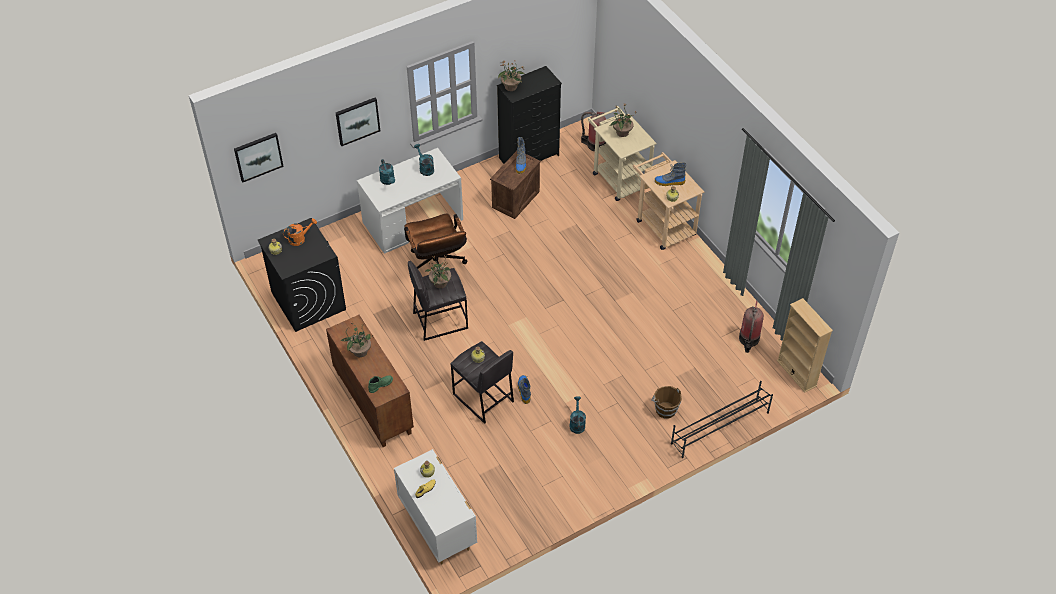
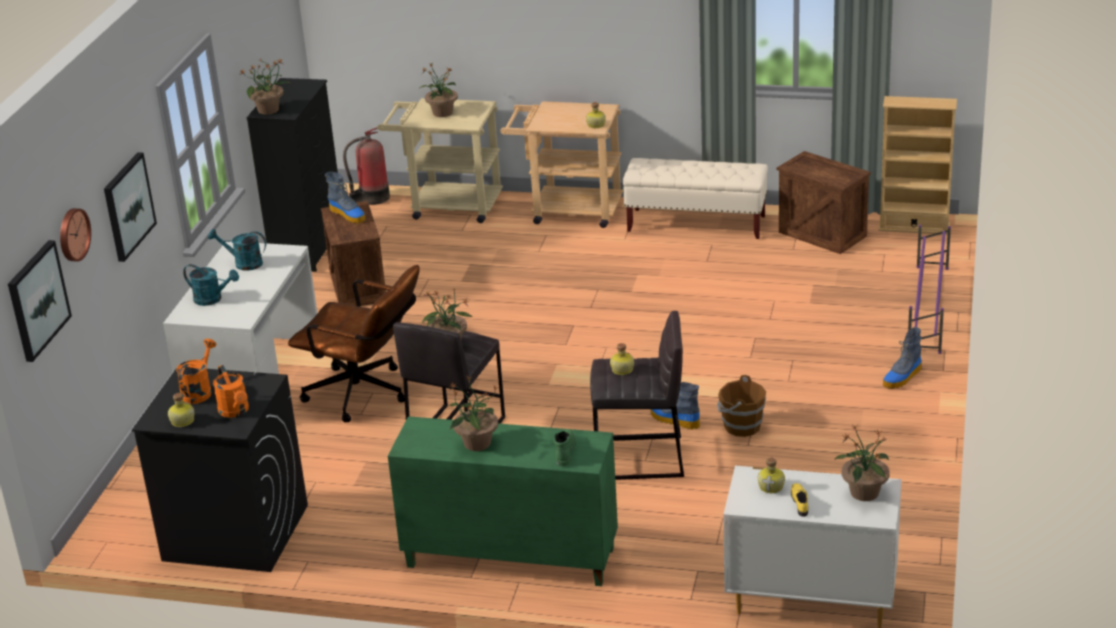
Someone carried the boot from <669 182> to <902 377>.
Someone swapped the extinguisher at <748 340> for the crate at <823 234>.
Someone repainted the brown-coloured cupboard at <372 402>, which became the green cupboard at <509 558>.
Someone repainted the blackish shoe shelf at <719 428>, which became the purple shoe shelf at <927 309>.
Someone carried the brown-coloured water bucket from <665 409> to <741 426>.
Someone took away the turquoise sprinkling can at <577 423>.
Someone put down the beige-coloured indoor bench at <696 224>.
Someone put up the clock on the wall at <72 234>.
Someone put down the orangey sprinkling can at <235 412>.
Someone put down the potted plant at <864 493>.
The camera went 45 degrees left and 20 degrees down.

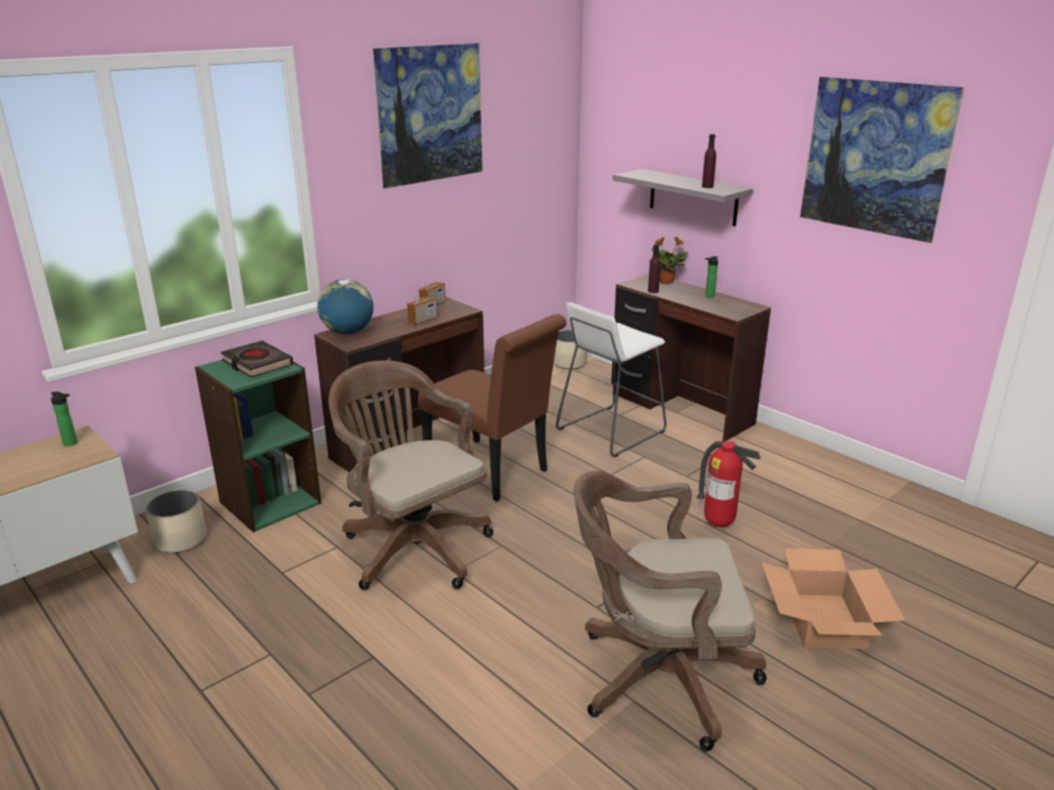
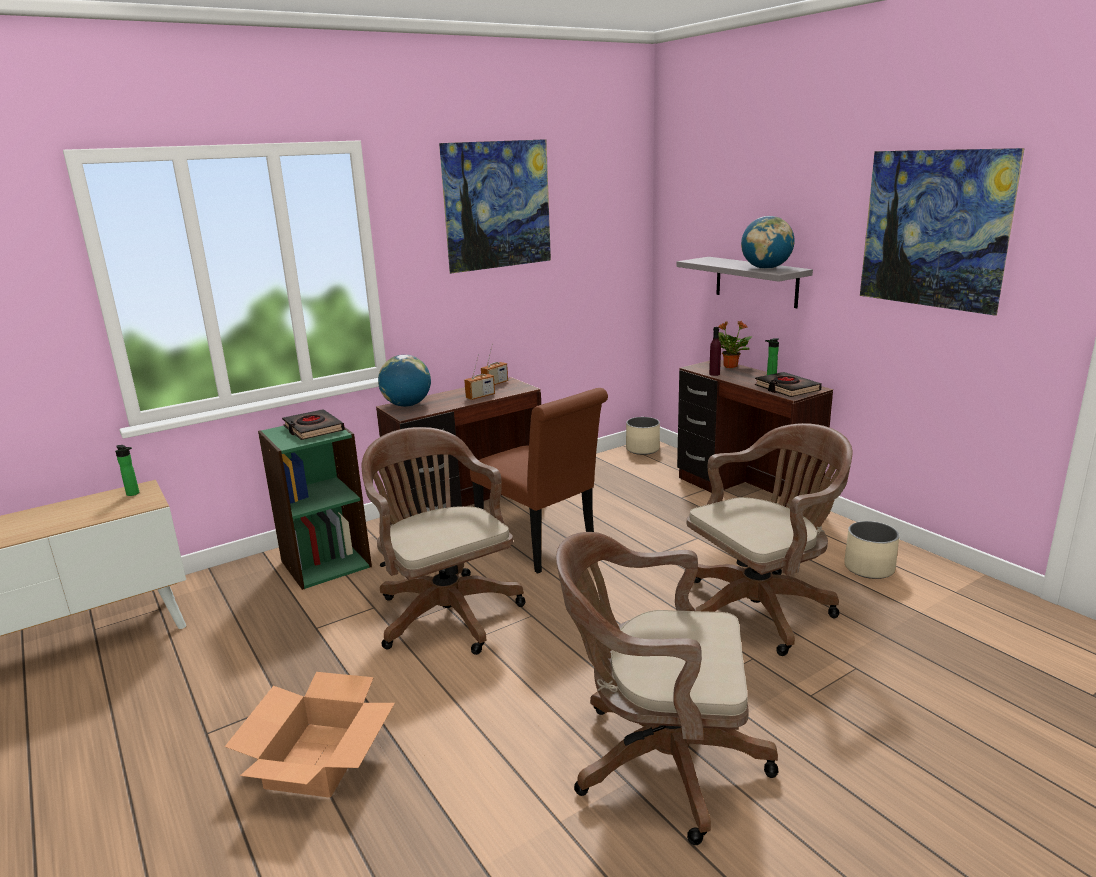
Someone swapped the purple bottle at <707 186> for the desk globe at <766 268>.
Someone took away the white-coloured sitting stool at <610 431>.
Someone swapped the extinguisher at <719 524> for the brown-coloured office chair at <762 607>.
Someone carried the beige-coloured plant pot from <180 540> to <869 568>.
Someone carried the carton from <824 620> to <319 759>.
Someone put down the blackish volume at <786 388>.
The camera went 10 degrees right and 5 degrees down.

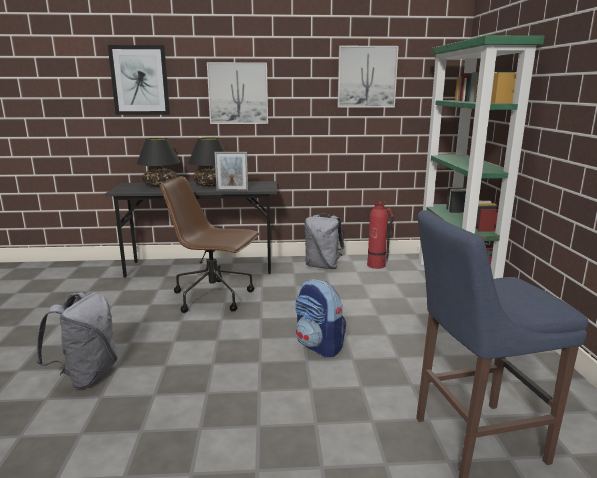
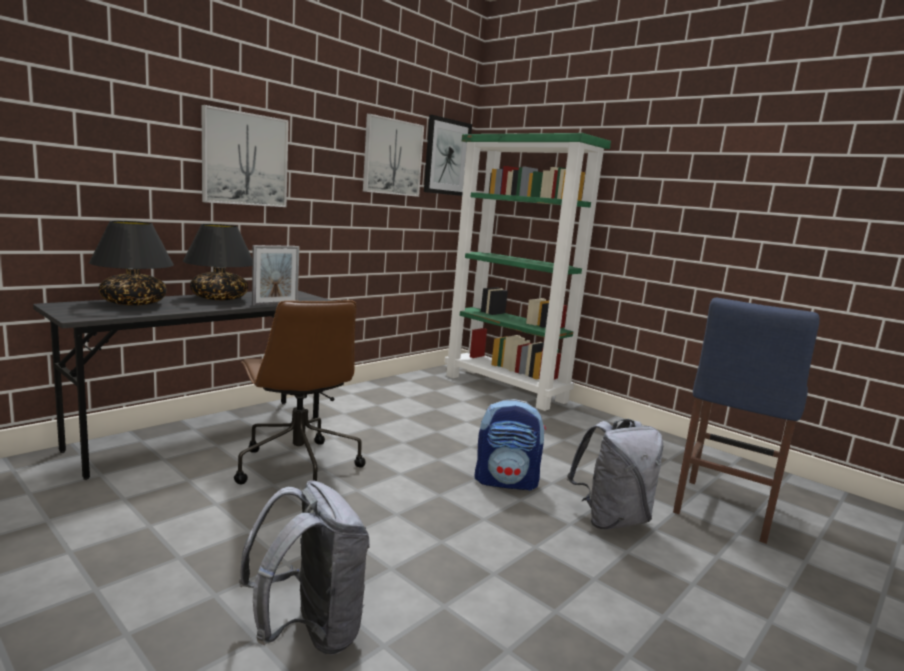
Someone carried the picture from <140 80> to <447 157>.
Someone rotated the brown-coloured office chair at <214 297> by 90 degrees counterclockwise.
Someone took away the extinguisher at <376 265>.
Someone carried the grey rucksack from <323 266> to <611 519>.
The camera went 45 degrees left and 5 degrees down.

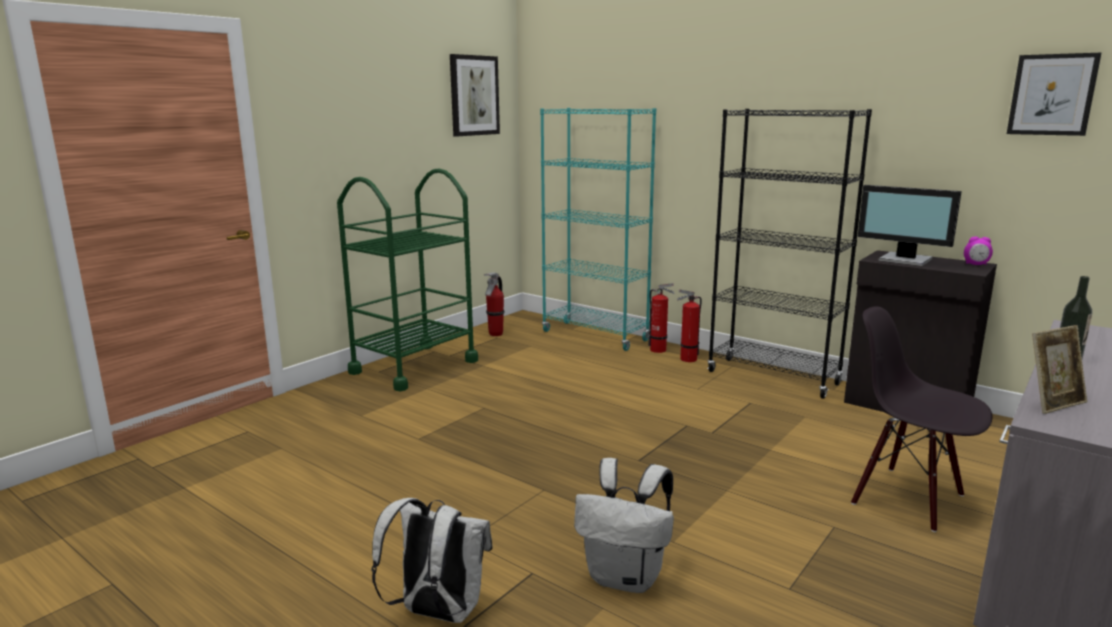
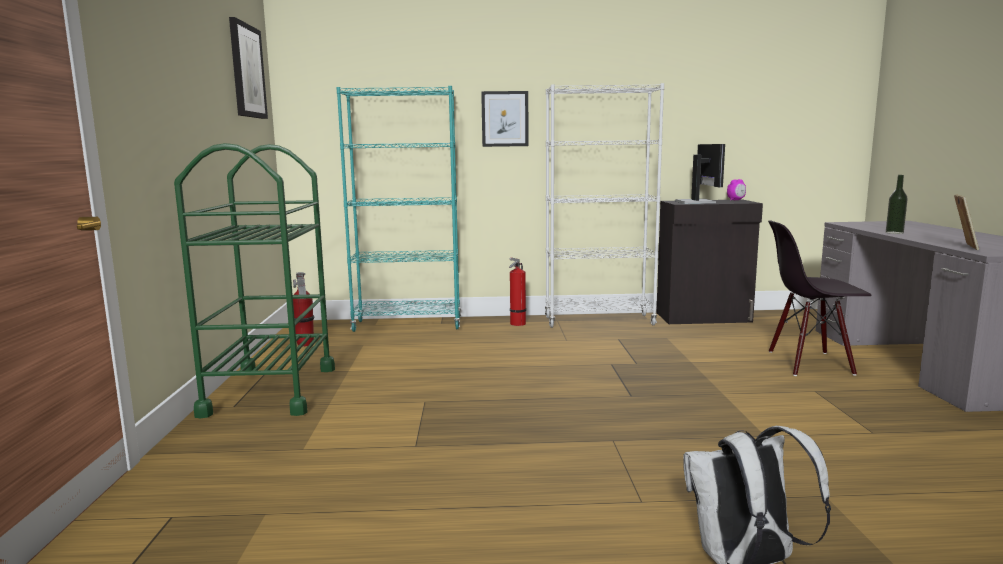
Someone carried the picture from <1052 95> to <505 119>.
Someone repainted the blackish bookshelf at <773 378>, which became the white-coloured bookshelf at <599 321>.
Someone rotated the computer display at <905 260> by 90 degrees counterclockwise.
Someone took away the extinguisher at <660 350>.
Someone took away the white-coloured rucksack at <626 577>.
The camera went 40 degrees left and 5 degrees down.

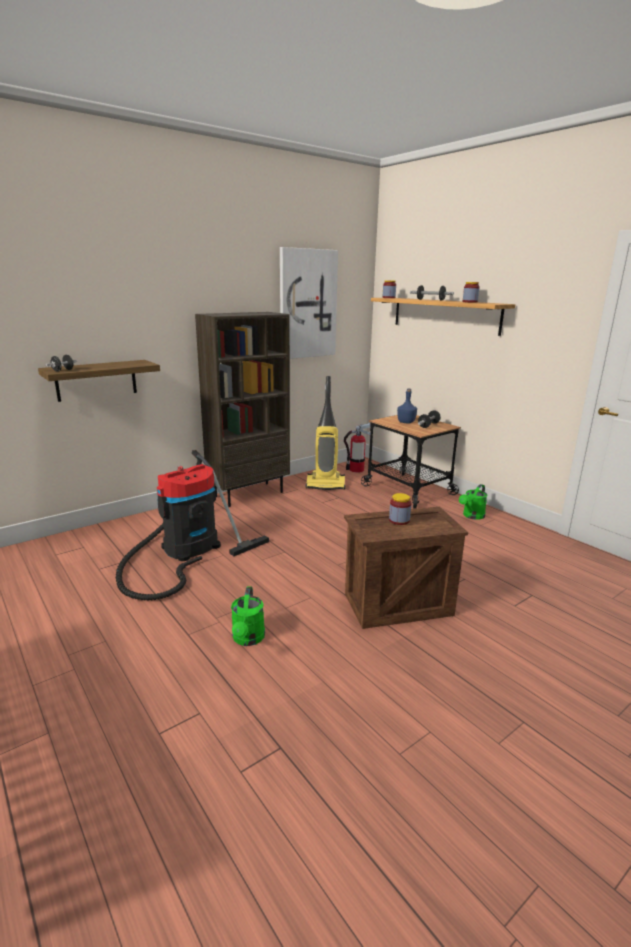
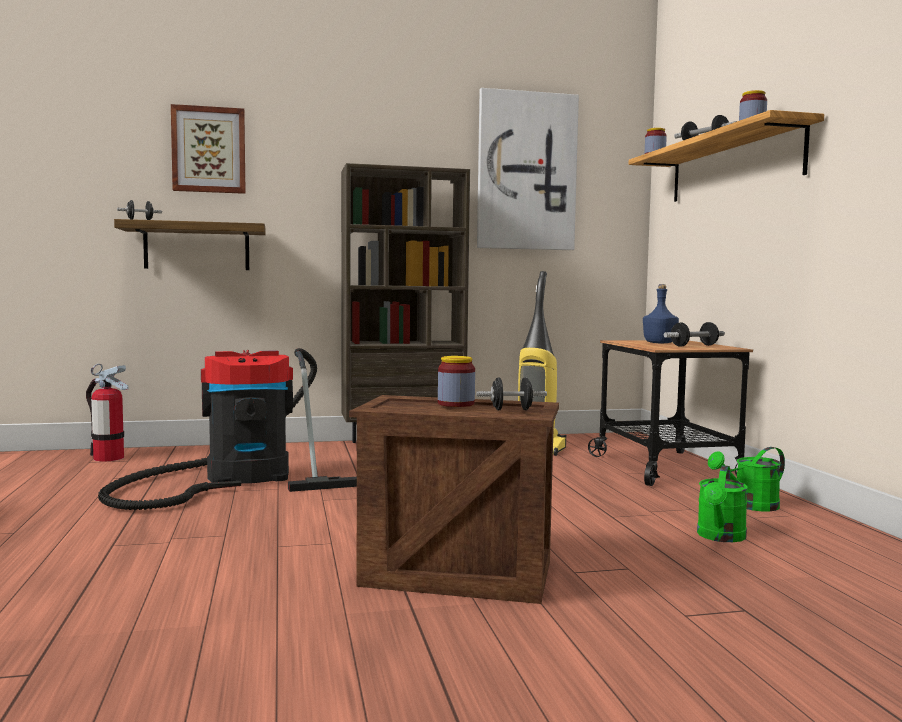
Someone carried the extinguisher from <356 470> to <108 458>.
Someone carried the green sprinkling can from <248 639> to <720 537>.
Someone put up the picture at <209 150>.
Someone put down the blackish free weight at <511 410>.
The camera went 25 degrees right and 15 degrees down.

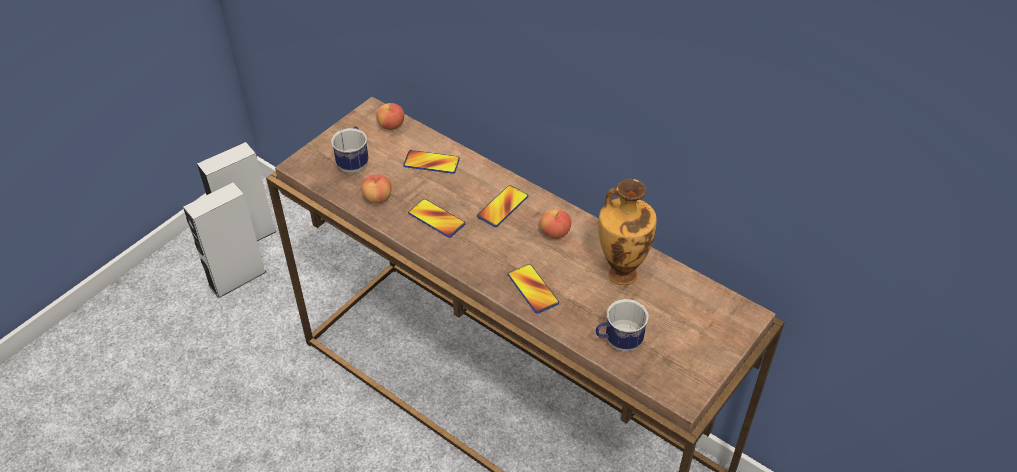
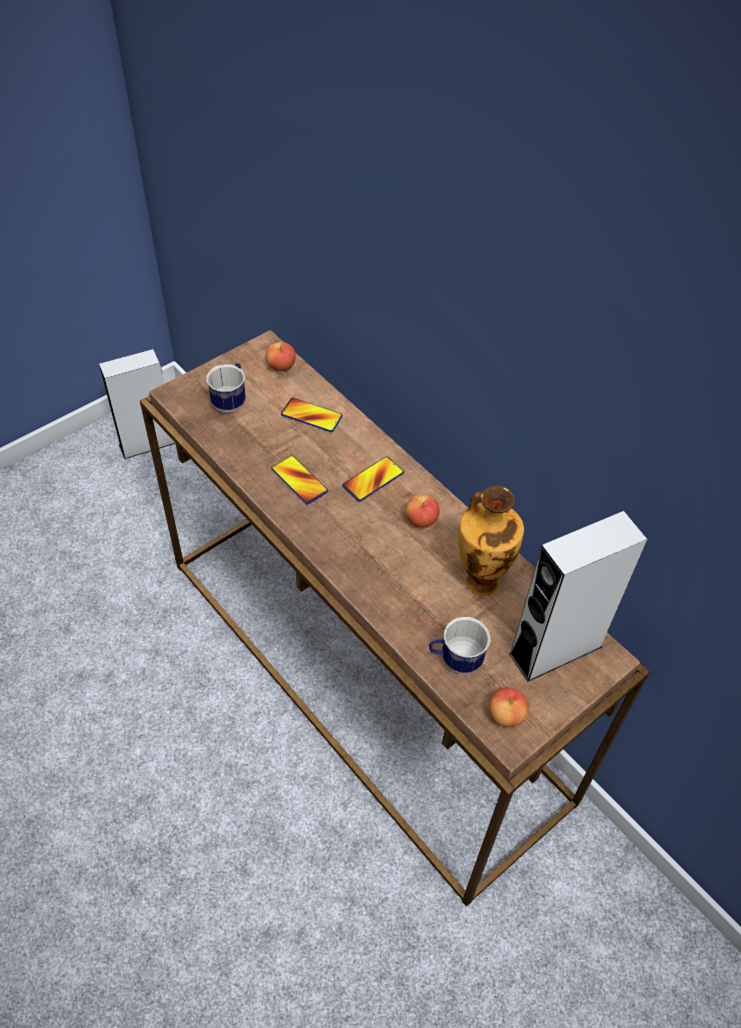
Someone carried the apple fruit from <377 198> to <506 715>.
Someone carried the grey audio speaker from <237 278> to <555 650>.
Someone took away the telephone at <533 289>.
The camera went 10 degrees right and 5 degrees up.

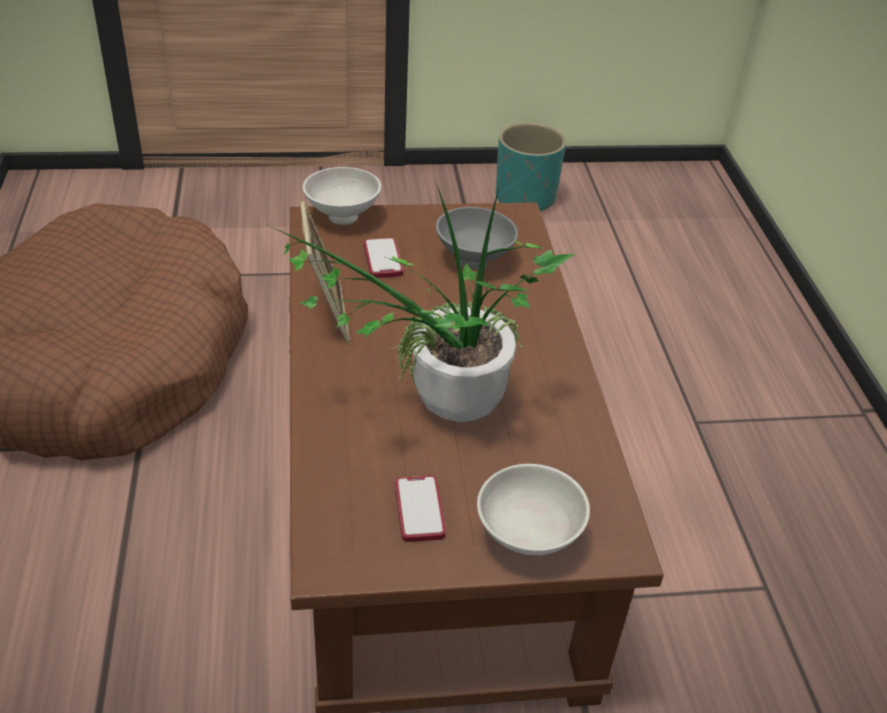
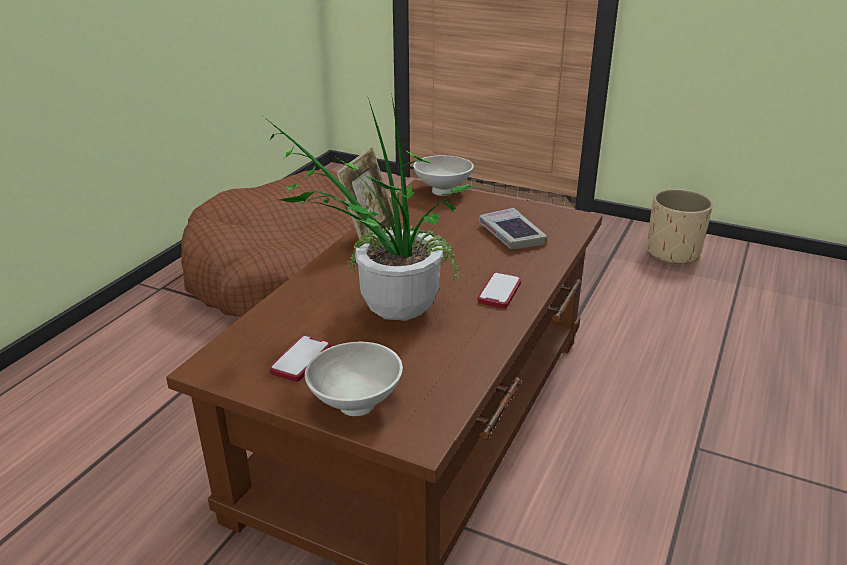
Someone repainted the turquoise plant pot at <525 198>, which became the beige-coloured plant pot at <673 253>.
Someone swapped the grey deep dish at <474 259> for the volume at <511 234>.
Someone carried the telephone from <383 259> to <499 292>.
The camera went 35 degrees right and 10 degrees down.

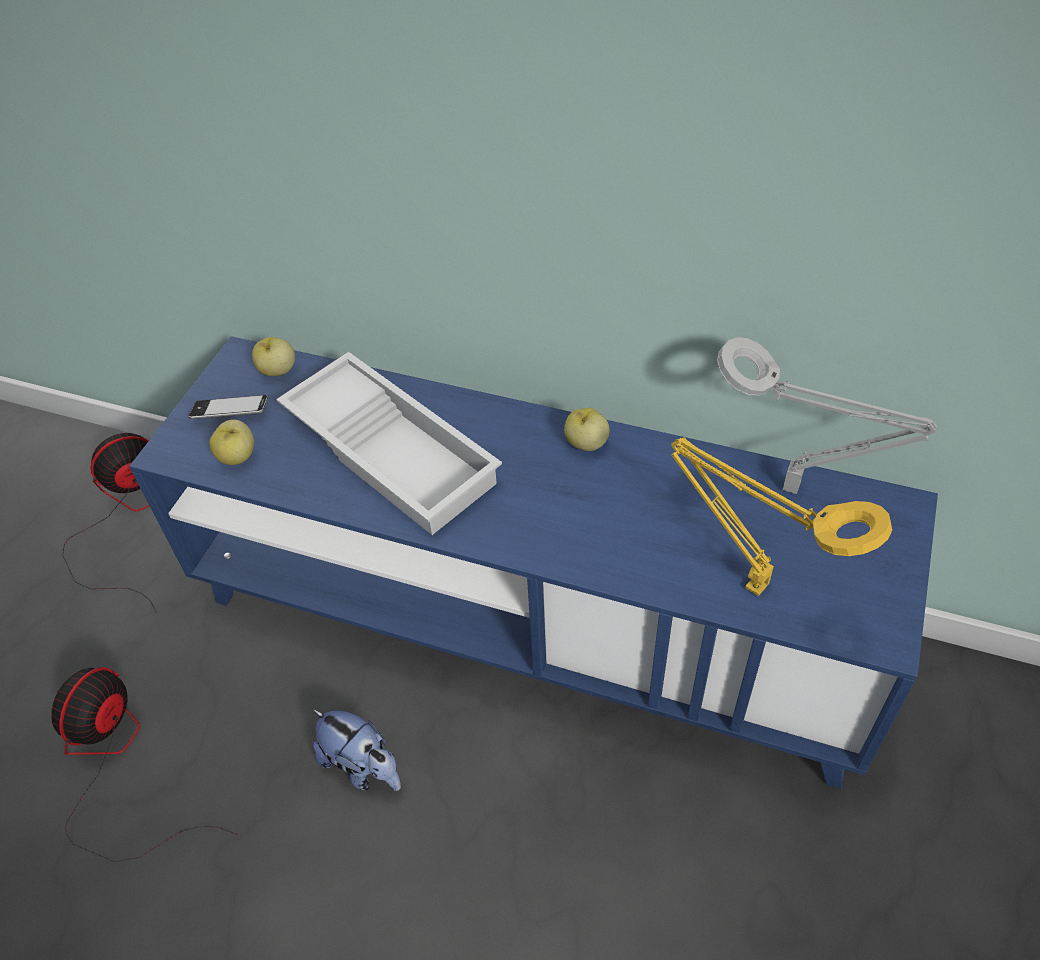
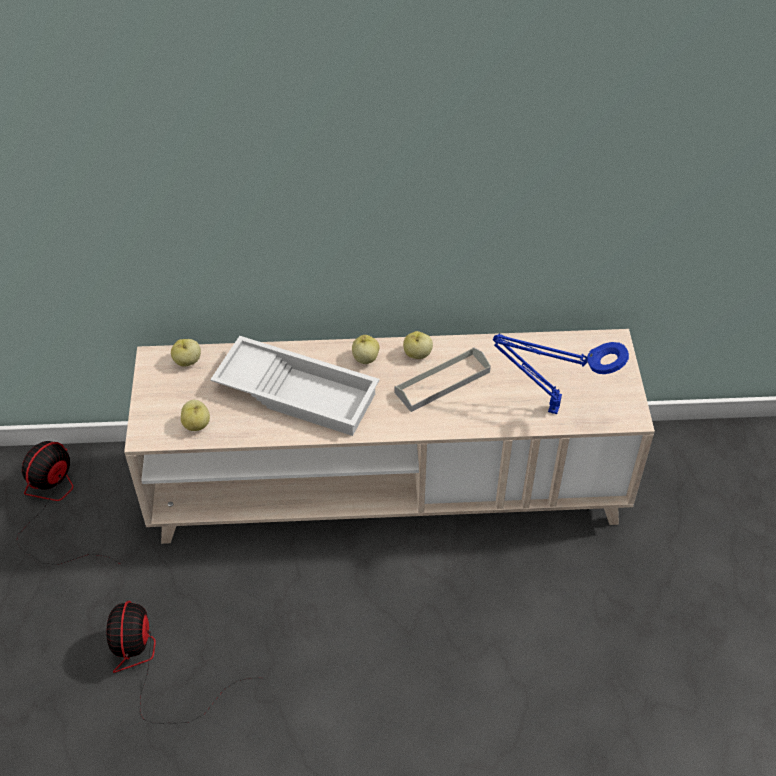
Someone repainted the bluish media console at <529 621>, which became the beige-coloured media console at <388 488>.
Someone took away the grey lamp for a table at <798 489>.
Someone took away the telephone at <230 412>.
Someone repainted the yellow-coloured lamp for a table at <750 583>, which became the bluish lamp for a table at <549 408>.
Someone took away the cuddly toy at <363 766>.
Someone put down the apple fruit at <365 358>.
Someone put down the grey serving tray at <442 382>.
The camera went 25 degrees left and 0 degrees up.

